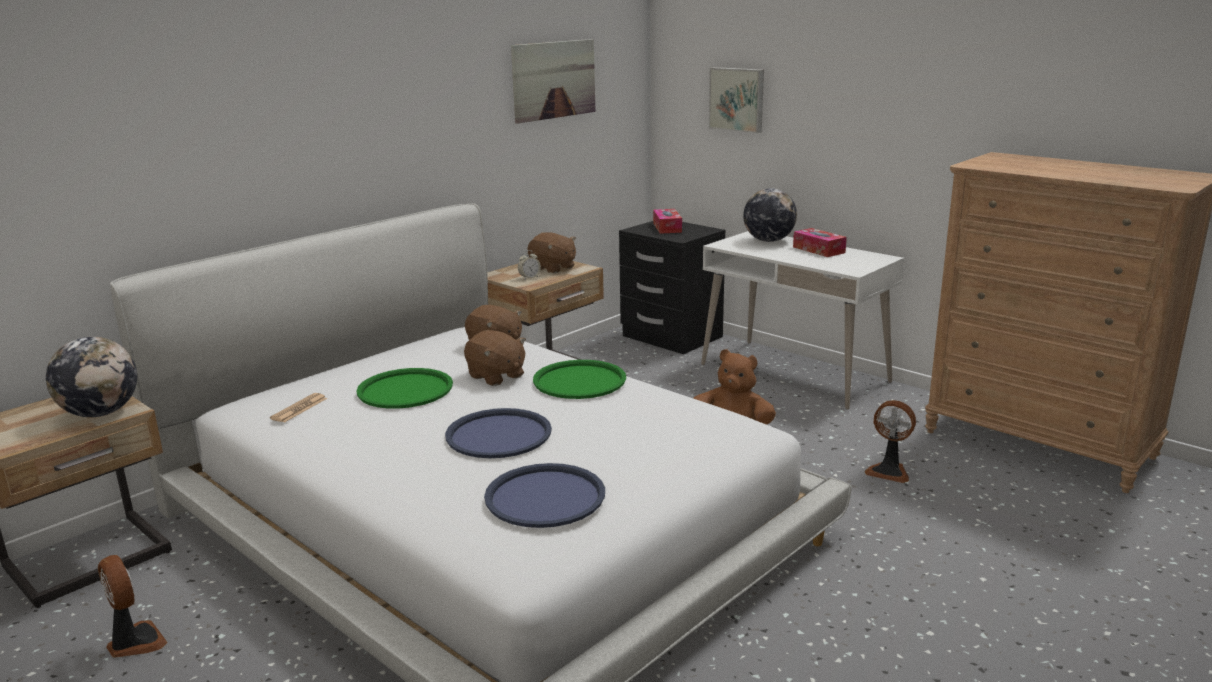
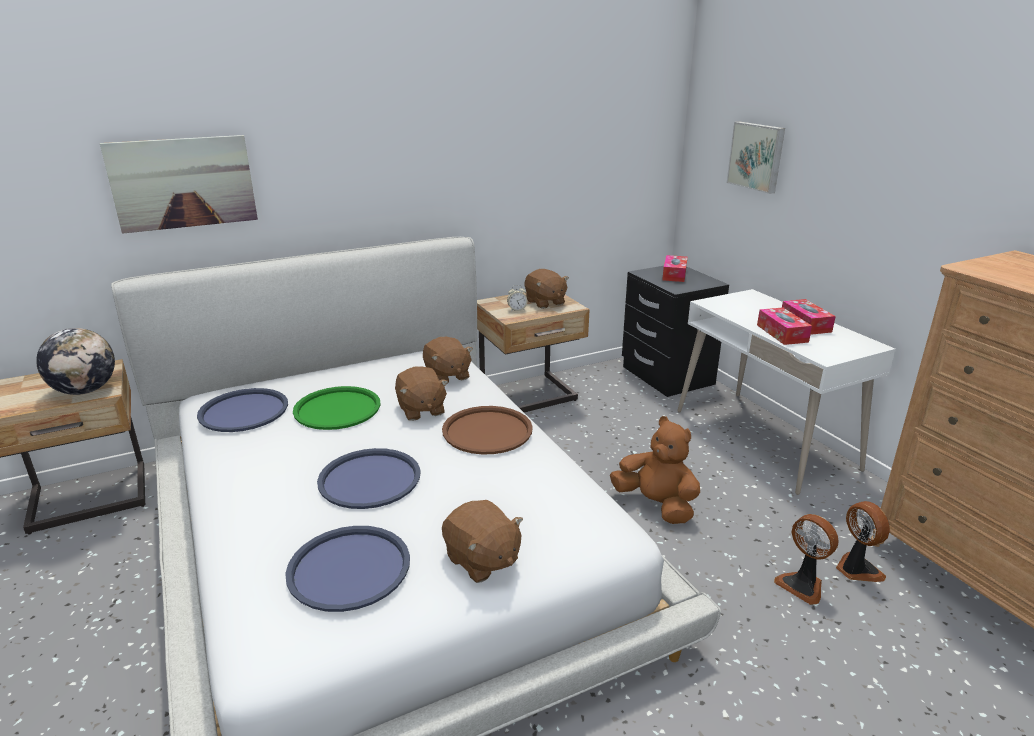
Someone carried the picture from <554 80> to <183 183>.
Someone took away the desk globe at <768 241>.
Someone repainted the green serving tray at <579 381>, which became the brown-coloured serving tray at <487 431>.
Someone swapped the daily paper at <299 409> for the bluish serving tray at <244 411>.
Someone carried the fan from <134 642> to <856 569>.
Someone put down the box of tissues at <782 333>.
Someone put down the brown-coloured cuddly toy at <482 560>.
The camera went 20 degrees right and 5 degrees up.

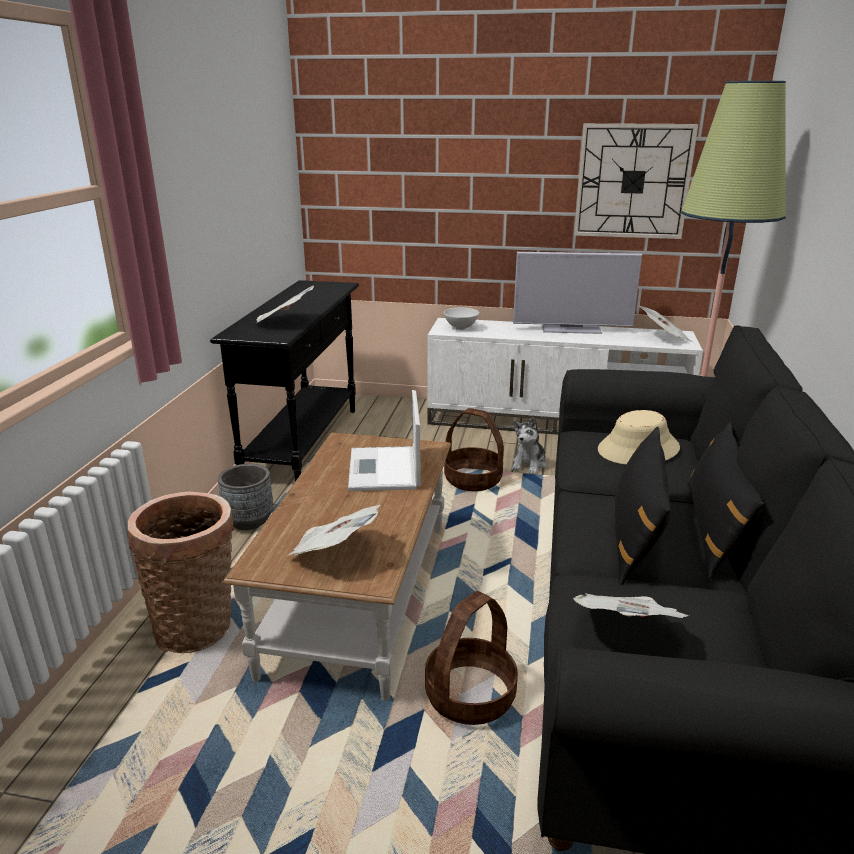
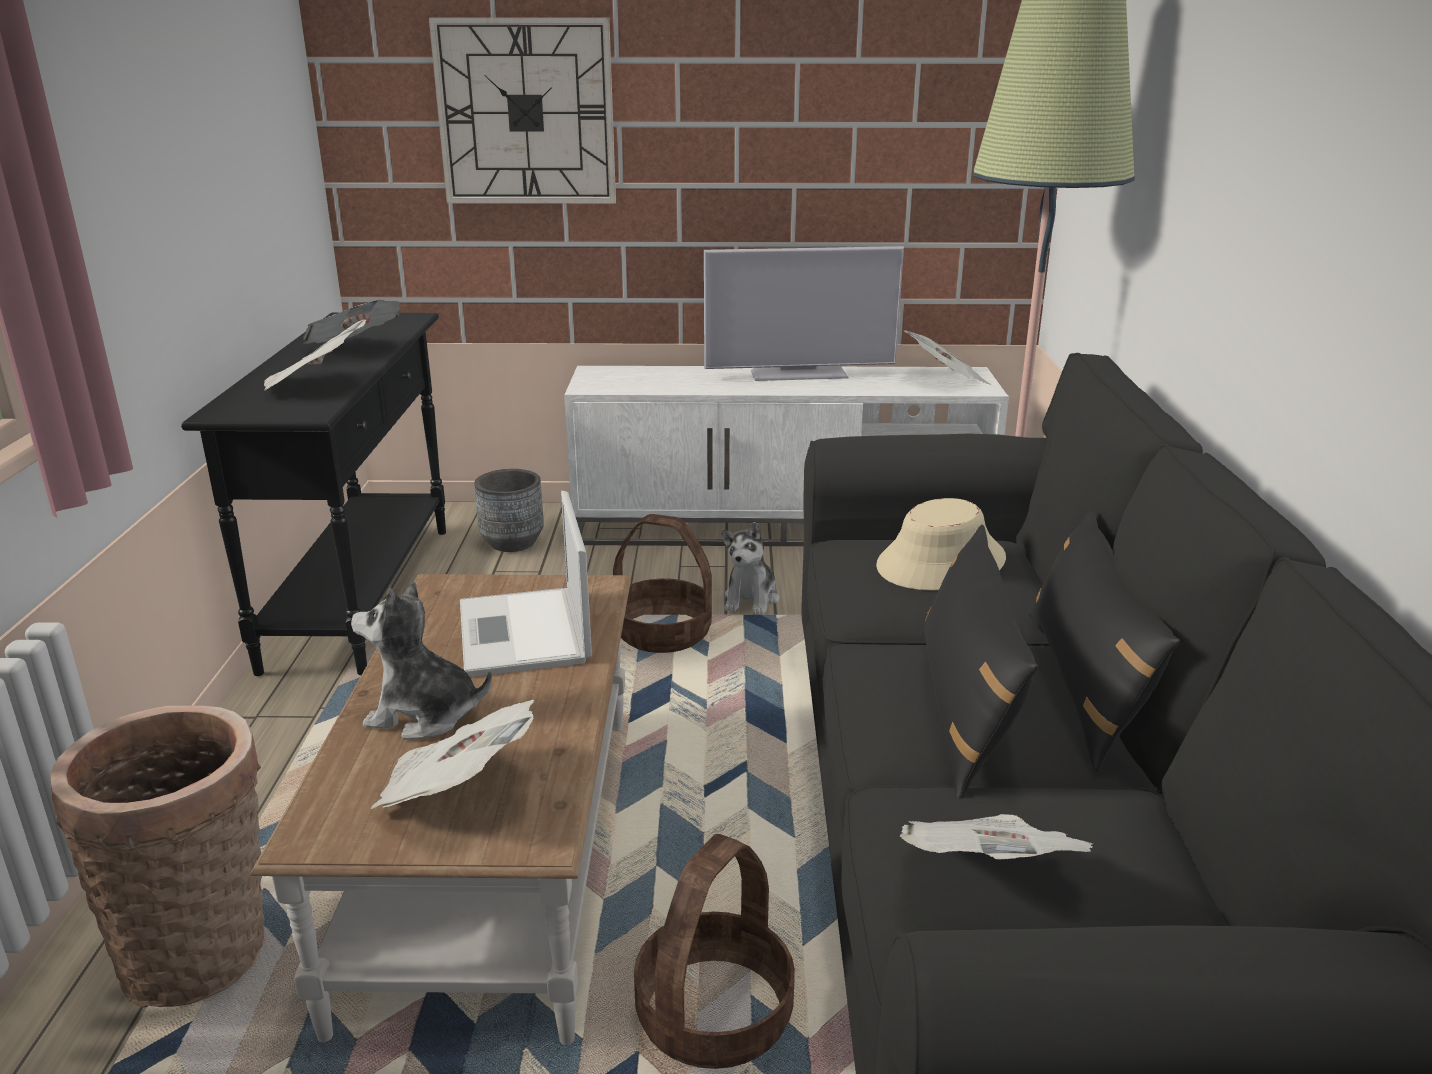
Someone carried the clock on the wall from <632 181> to <526 112>.
Someone took away the white-coloured deep dish at <461 328>.
Someone carried the grey plant pot from <249 521> to <513 542>.
Someone put down the daily paper at <355 350>.
Someone put down the cuddly toy at <424 715>.
The camera went 10 degrees left and 0 degrees up.

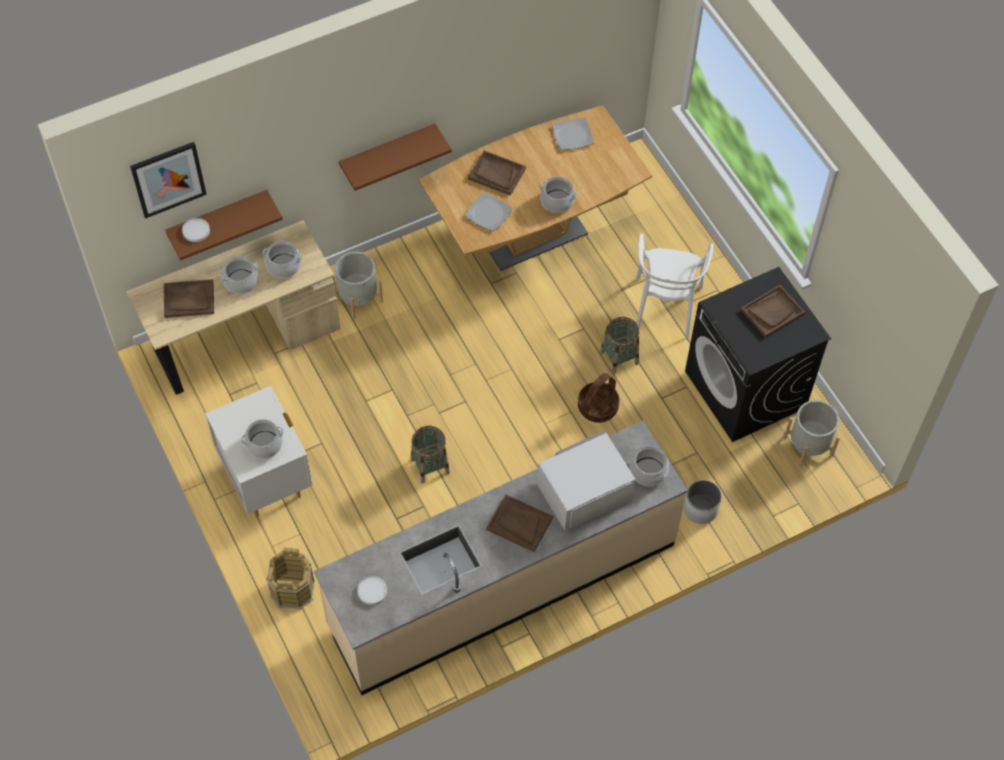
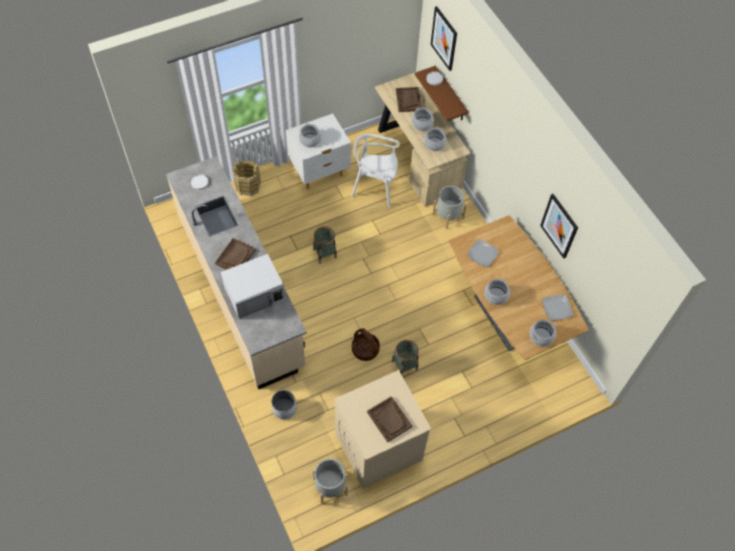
Someone took away the brown-coloured shelf at <388 152>.
Someone took away the brown-coloured serving tray at <496 174>.
Someone carried the white-coloured chair from <665 307> to <375 187>.
Someone repainted the blackish laundry machine at <746 390>, which became the beige-coloured laundry machine at <378 447>.
Someone rotated the white-coloured microwave at <583 491> by 90 degrees clockwise.
Someone carried the saucepot from <648 471> to <541 336>.
Someone put up the picture at <559 226>.
The camera went 90 degrees right and 0 degrees up.

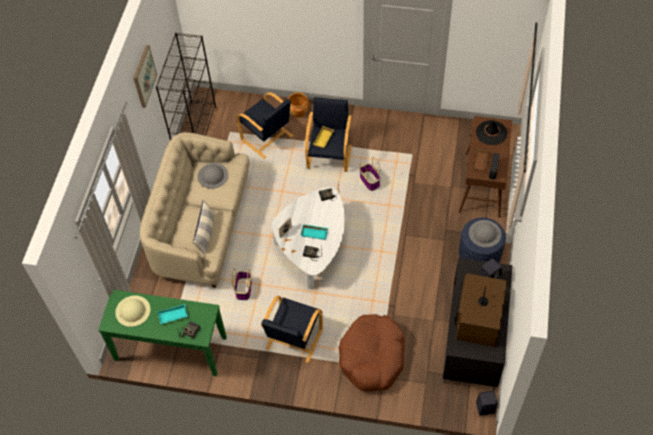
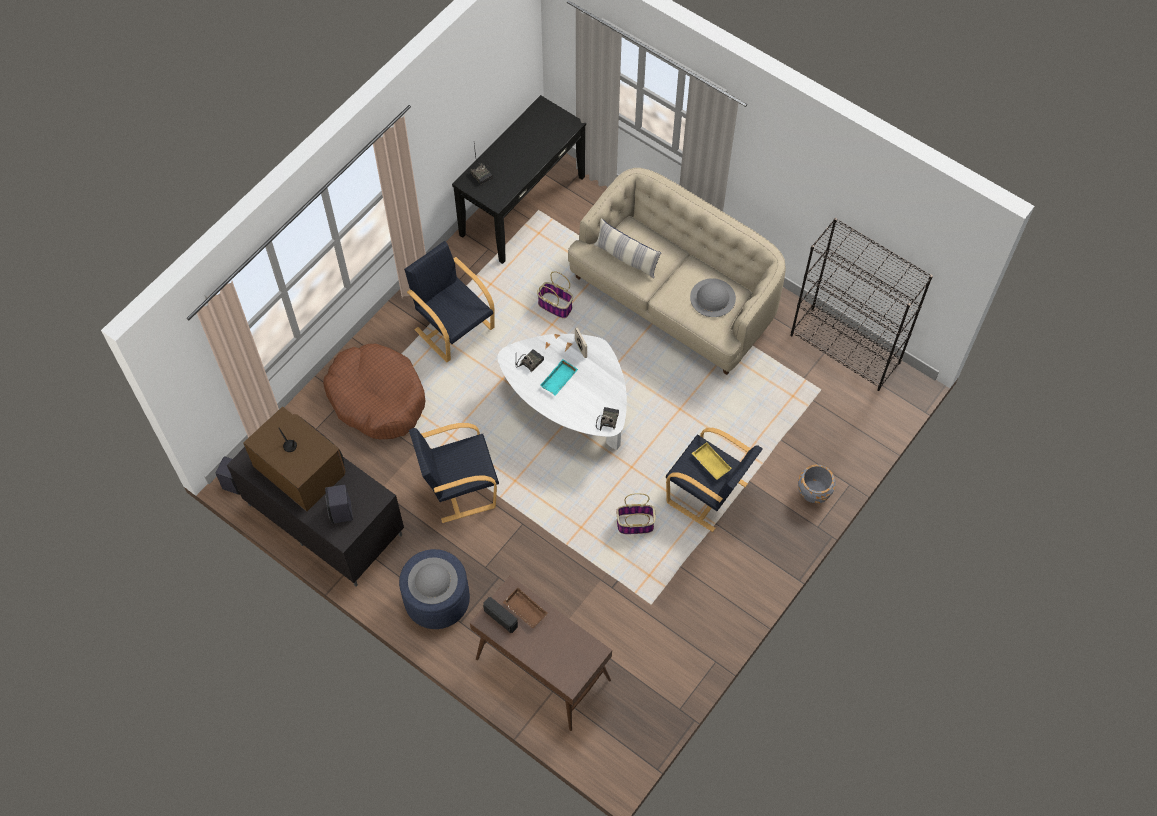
Someone took away the picture at <144 76>.
Someone carried the blackish lounge chair from <267 138> to <458 487>.
Someone repainted the brown-coloured plant pot at <298 111>, which became the grey plant pot at <814 492>.
Someone took away the blackish clothing hat at <491 133>.
Someone repainted the green narrow table at <170 349>, which became the blackish narrow table at <522 205>.
Someone took away the beige-coloured clothing hat at <132 311>.
Someone took away the turquoise serving tray at <173 316>.
The camera went 115 degrees right and 5 degrees up.

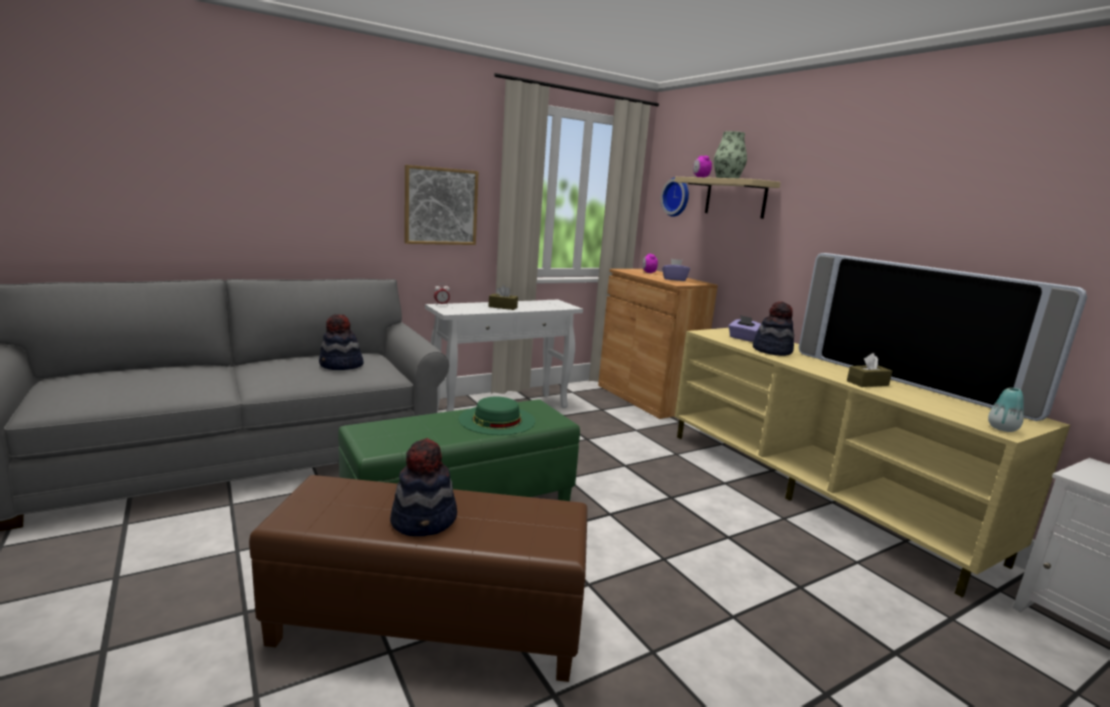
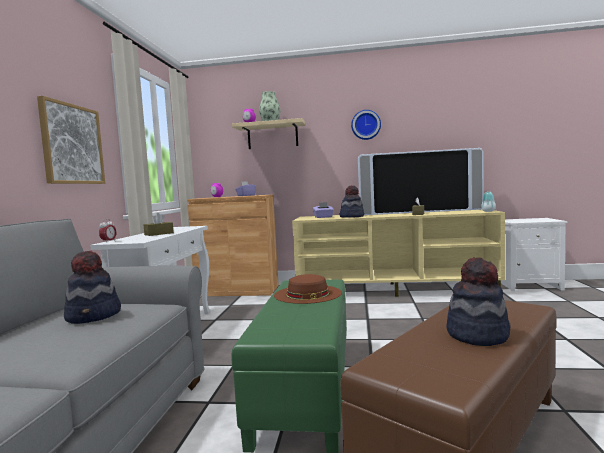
Someone carried the clock on the wall from <677 197> to <366 125>.
Someone repainted the green clothing hat at <497 420>, which became the brown-coloured clothing hat at <307 294>.
The camera went 50 degrees left and 10 degrees down.

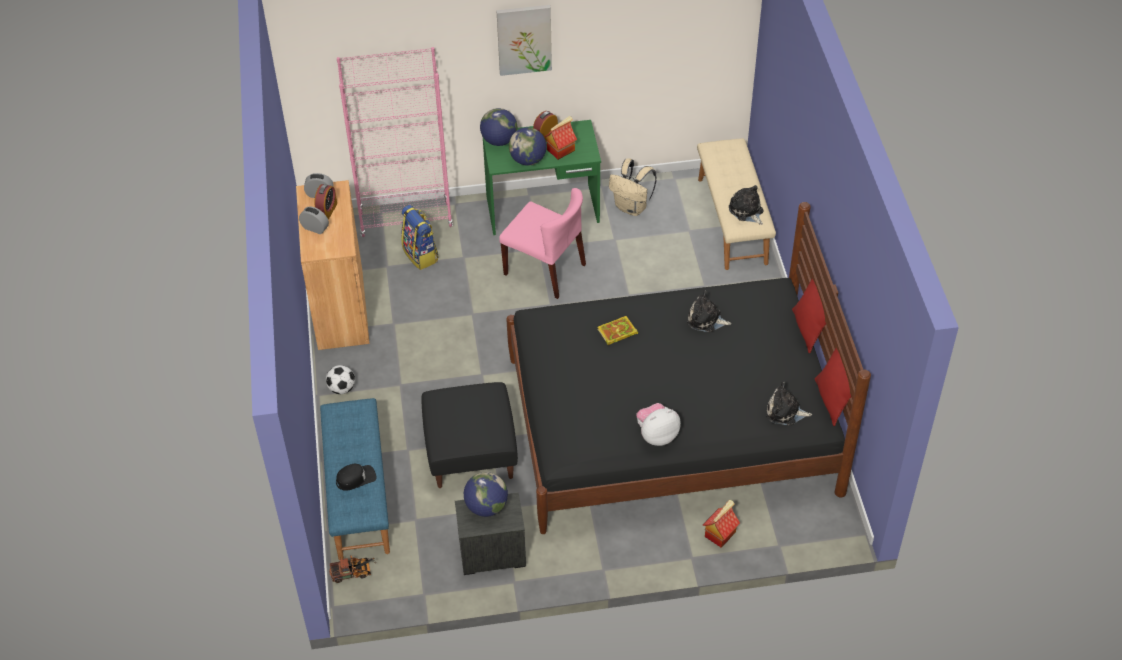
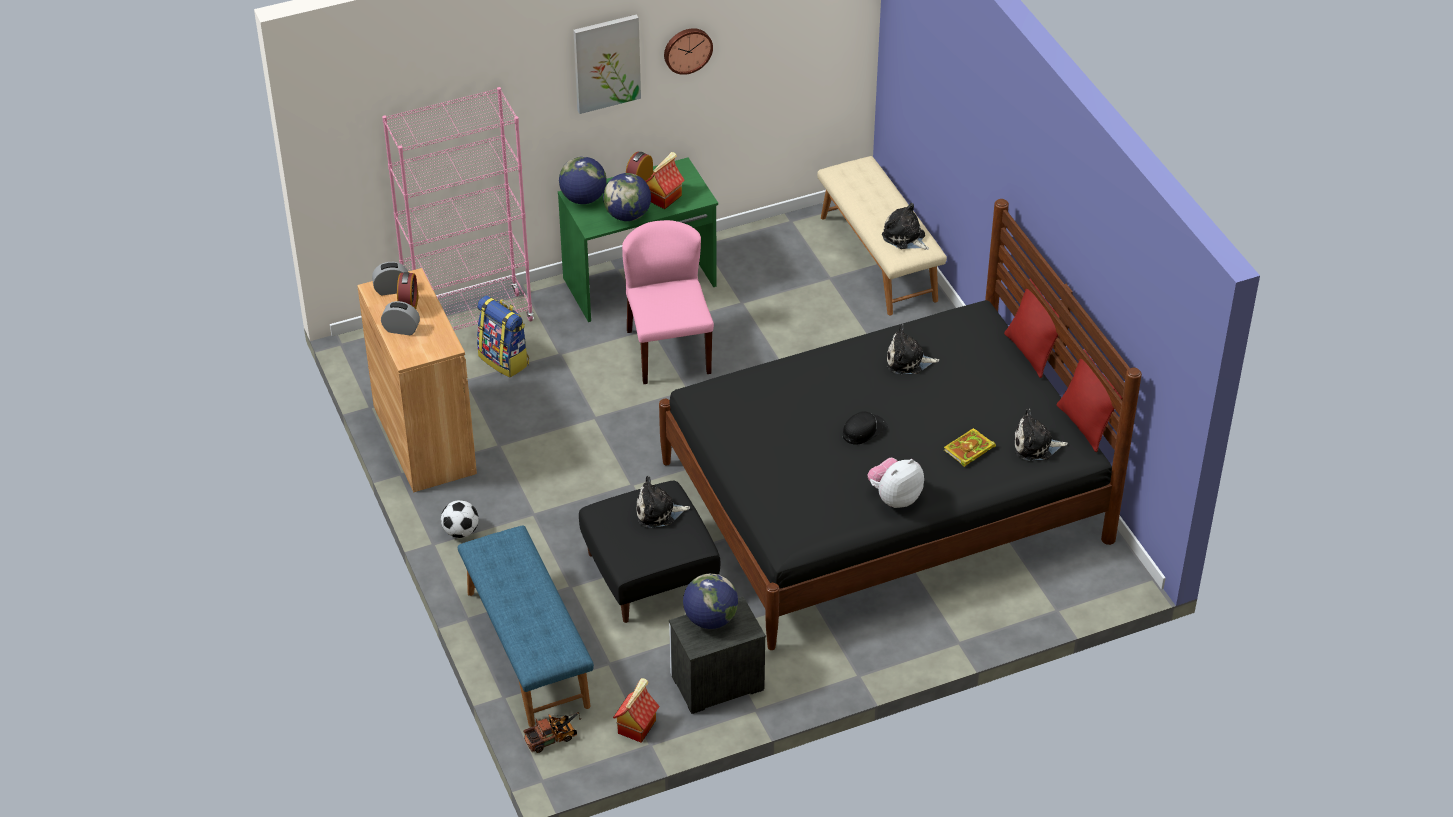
Someone took away the beige-coloured rucksack at <632 207>.
Someone rotated the pinkish chair at <545 269> by 120 degrees counterclockwise.
Someone carried the volume from <616 332> to <968 450>.
Someone carried the blackish peaked cap from <356 478> to <864 430>.
Someone carried the miniature house from <720 533> to <636 726>.
Someone put up the clock on the wall at <687 49>.
Someone put down the cuddly toy at <658 512>.
The camera went 15 degrees left and 5 degrees down.

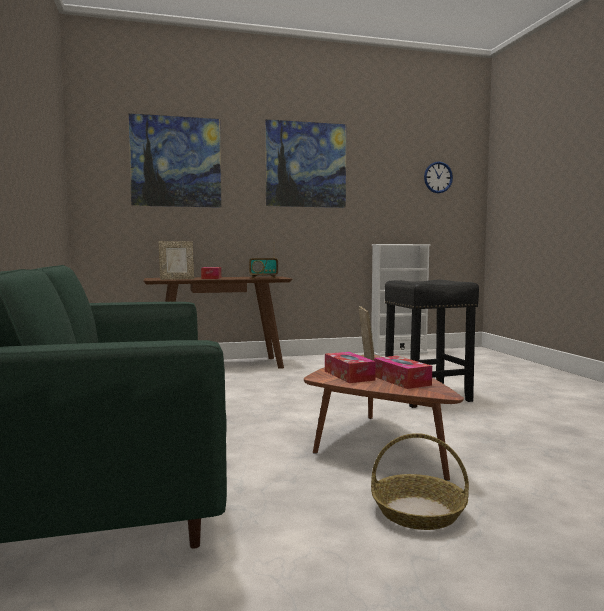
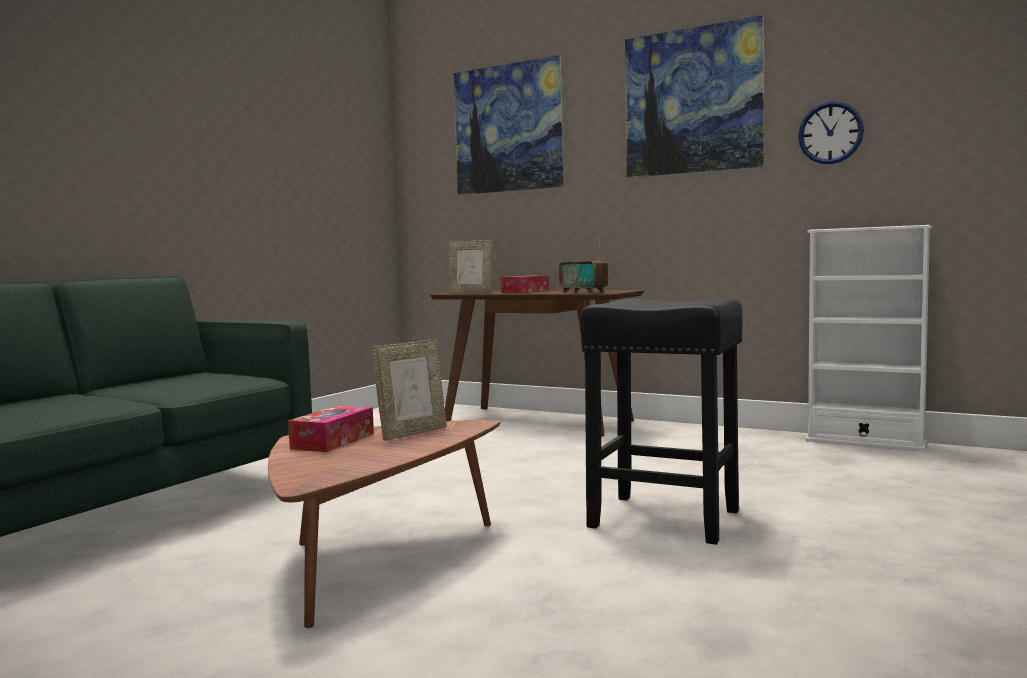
Someone carried the clock on the wall from <438 177> to <830 133>.
Someone took away the box of tissues at <401 380>.
Someone took away the storage basket at <417 512>.
The camera went 45 degrees right and 0 degrees up.

